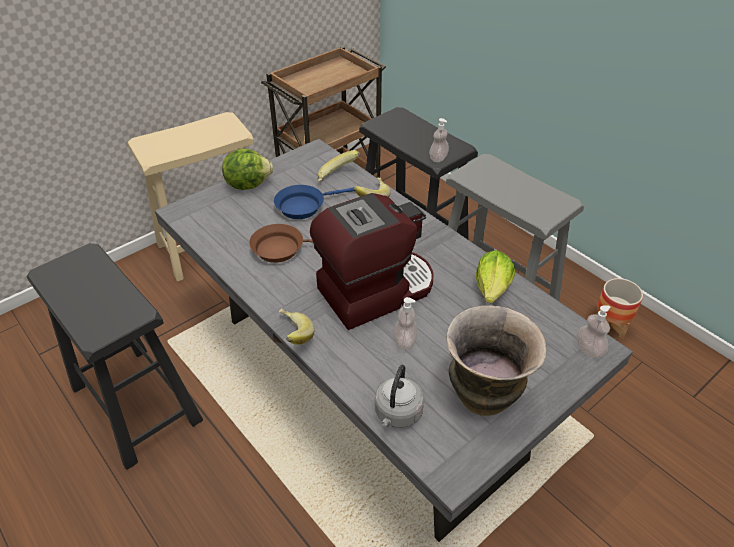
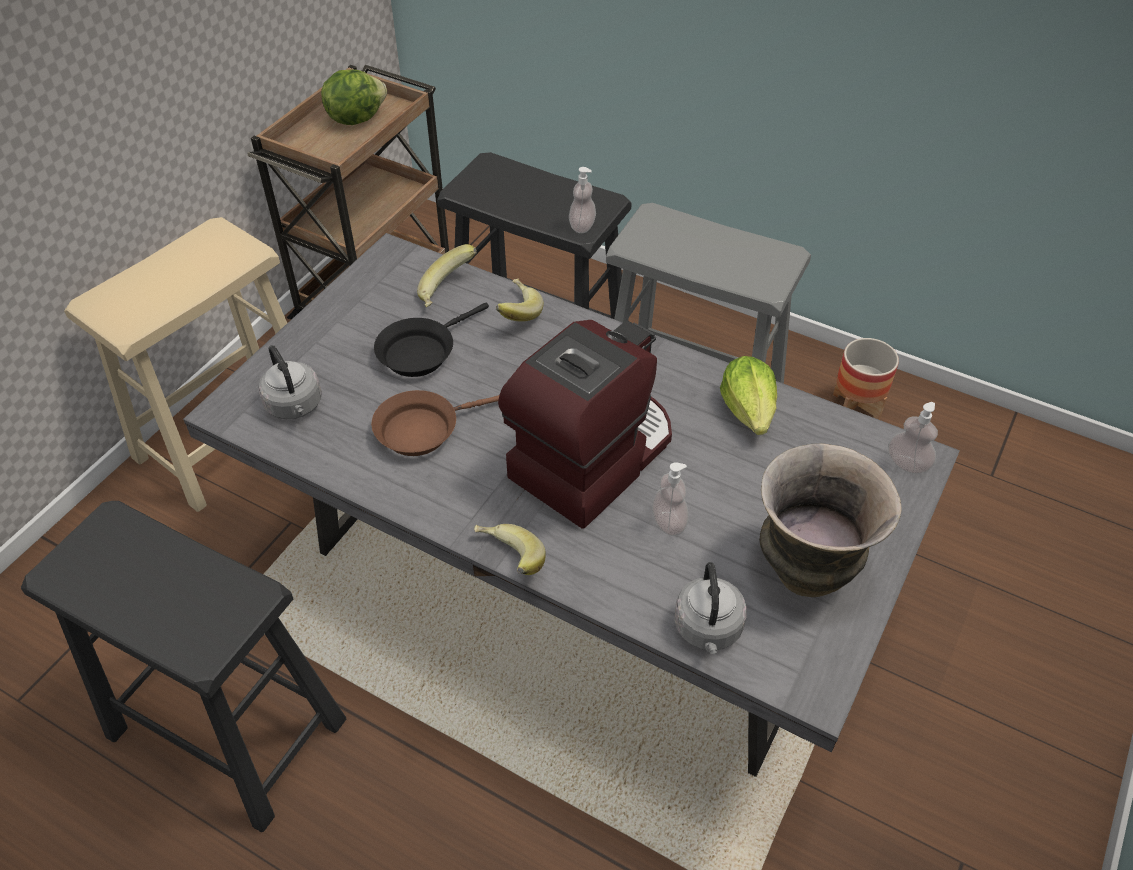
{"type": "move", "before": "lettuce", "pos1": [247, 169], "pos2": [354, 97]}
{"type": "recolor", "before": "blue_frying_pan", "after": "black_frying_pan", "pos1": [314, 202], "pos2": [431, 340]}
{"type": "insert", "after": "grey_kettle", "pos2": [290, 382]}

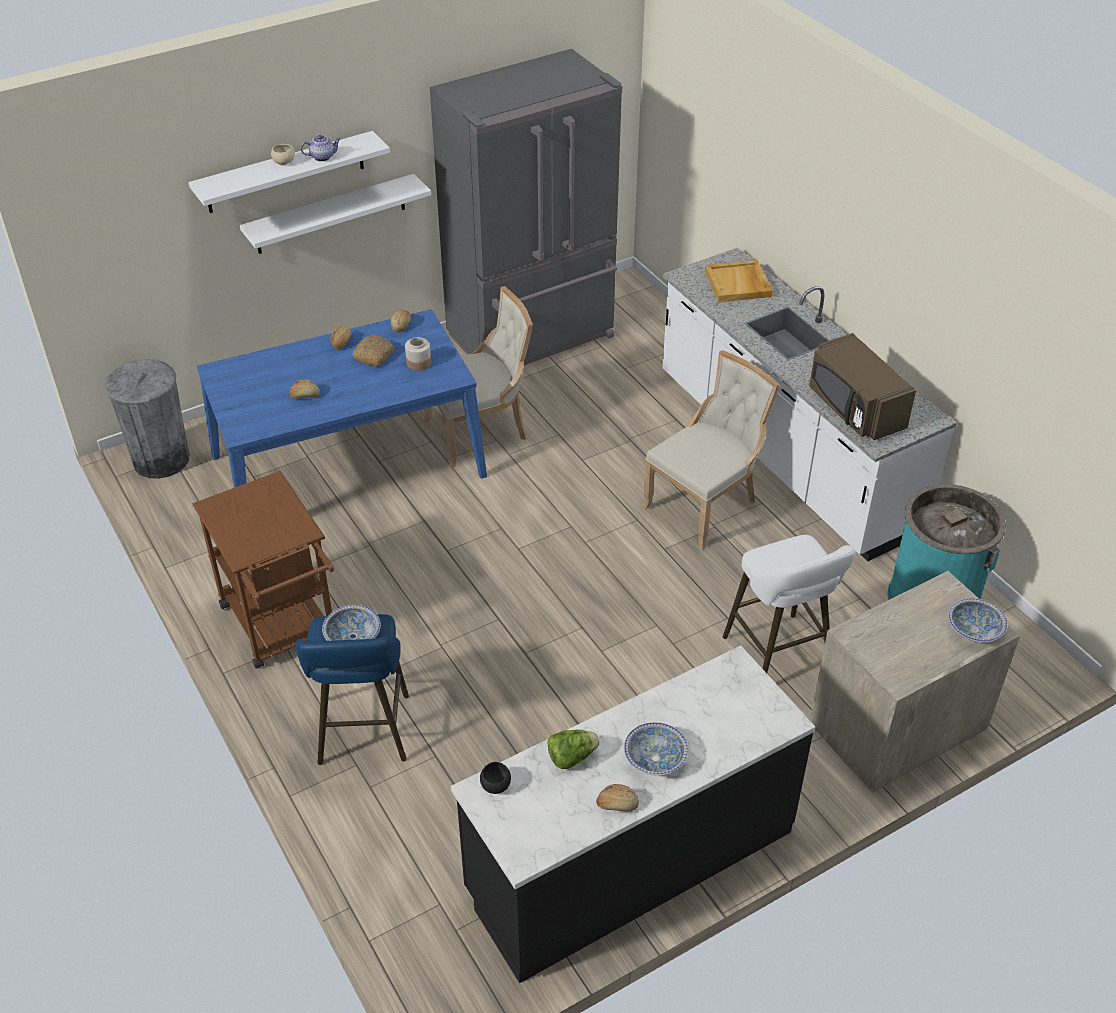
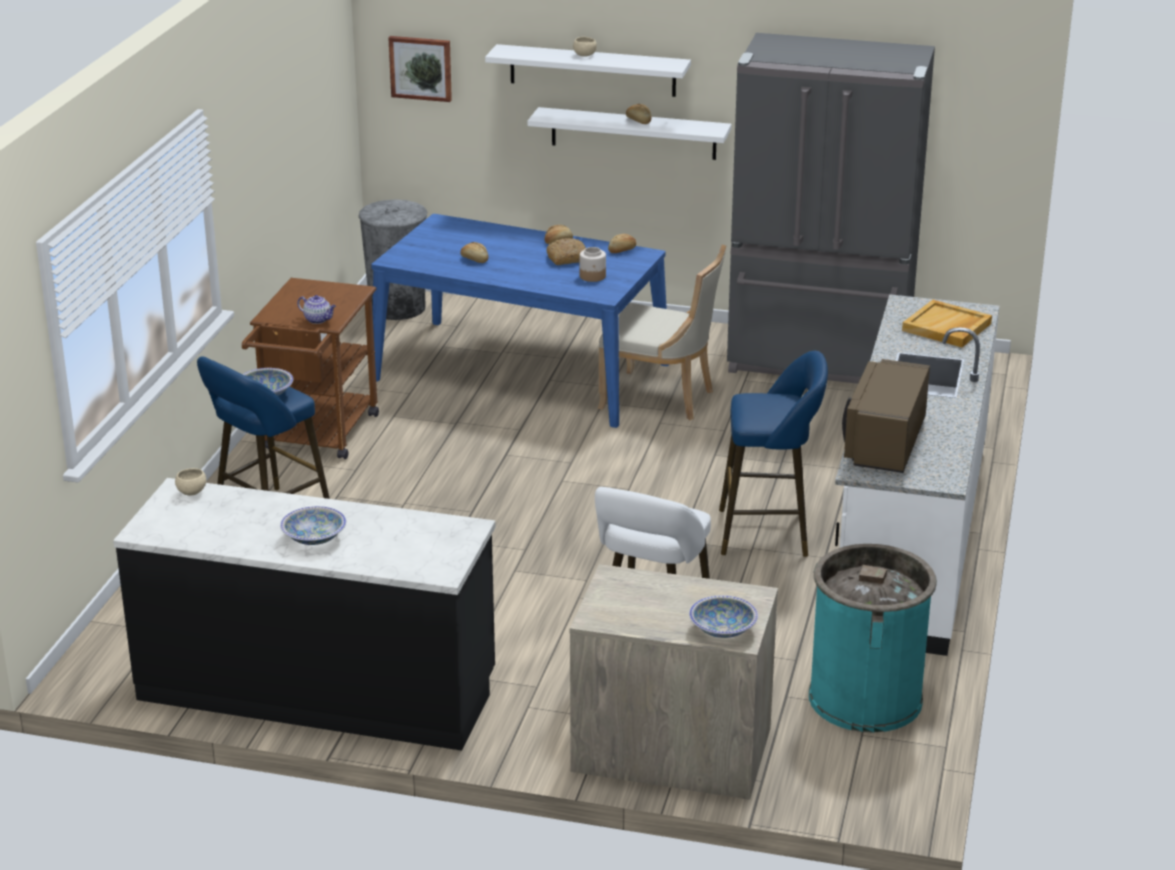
{"type": "move", "before": "teapot", "pos1": [321, 148], "pos2": [316, 309]}
{"type": "recolor", "before": "black_bowl", "after": "beige_bowl", "pos1": [495, 778], "pos2": [190, 482]}
{"type": "delete", "before": "lettuce", "pos1": [573, 749]}
{"type": "move", "before": "bread", "pos1": [617, 797], "pos2": [639, 114]}
{"type": "replace", "before": "beige_chair", "after": "blue_stool", "pos1": [710, 450], "pos2": [773, 454]}
{"type": "insert", "after": "picture", "pos2": [420, 69]}

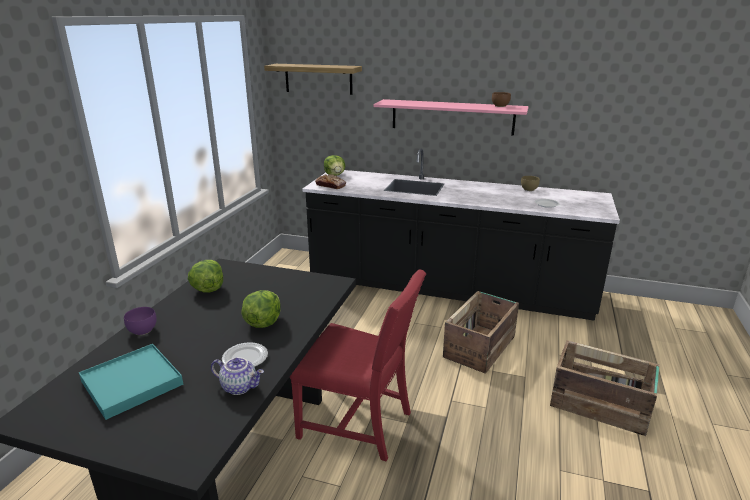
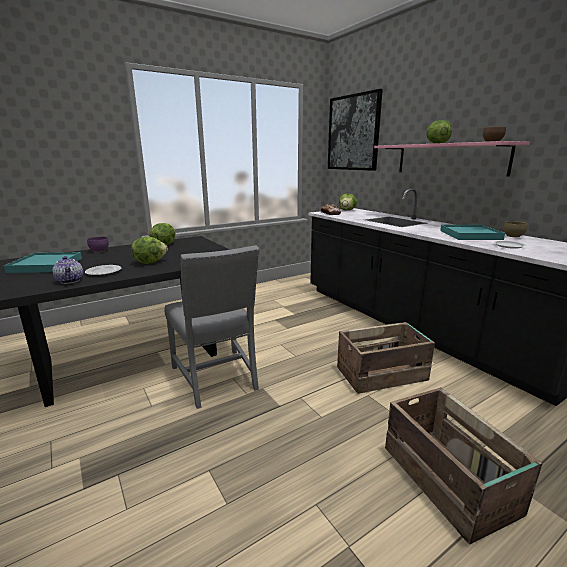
{"type": "replace", "before": "shelf", "after": "picture", "pos1": [313, 79], "pos2": [355, 130]}
{"type": "recolor", "before": "red_chair", "after": "grey_chair", "pos1": [358, 365], "pos2": [211, 327]}
{"type": "insert", "after": "lettuce", "pos2": [439, 132]}
{"type": "insert", "after": "turquoise_tray", "pos2": [472, 232]}

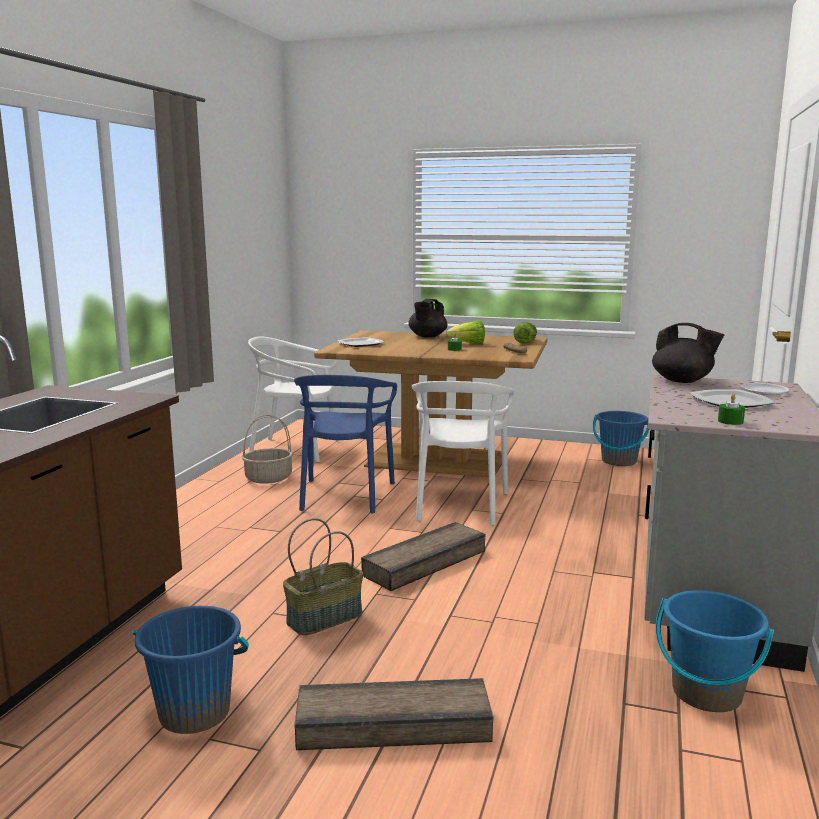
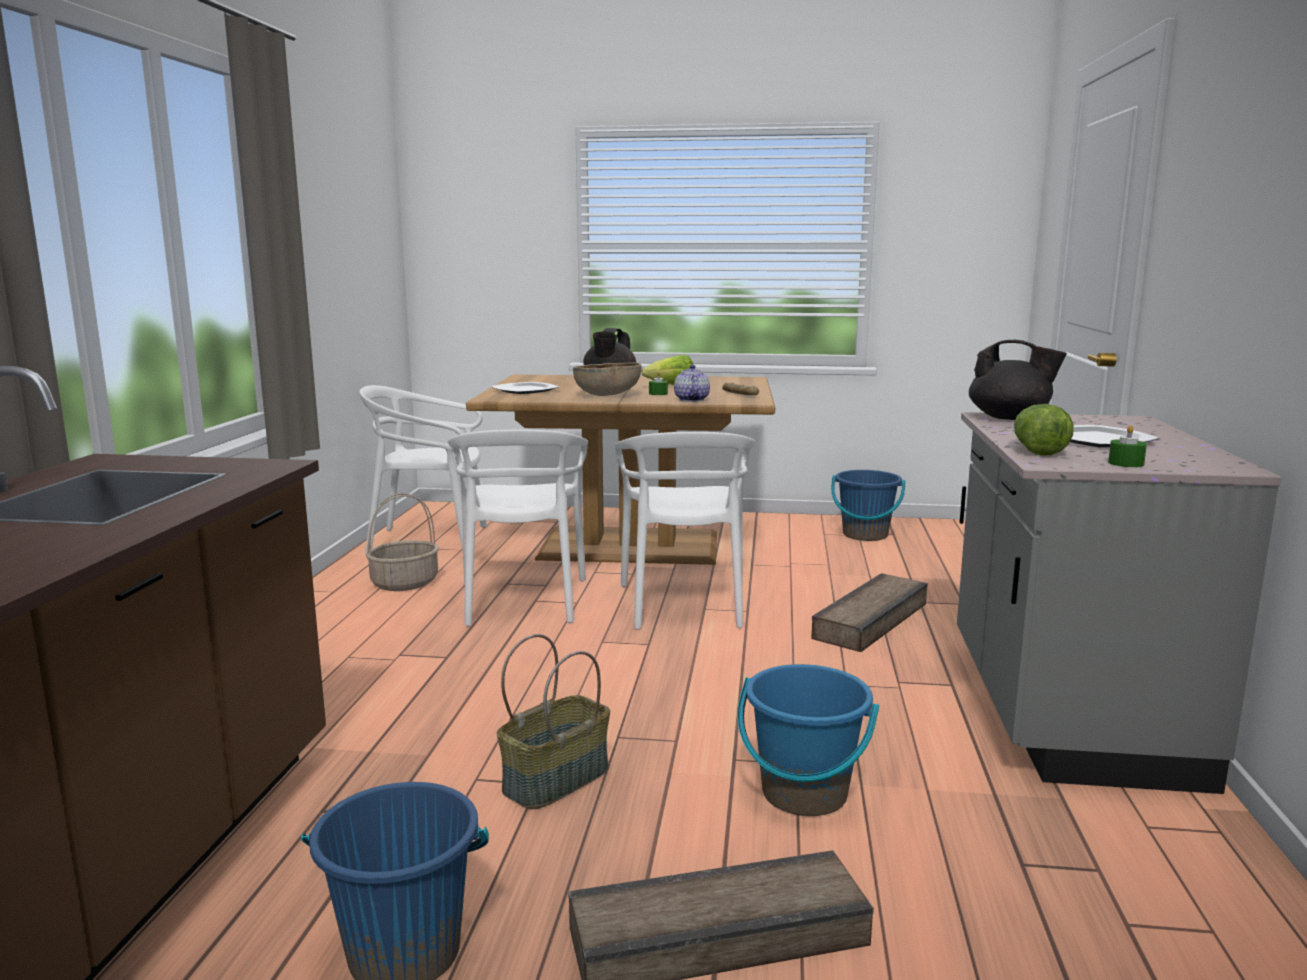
{"type": "recolor", "before": "blue_chair", "after": "white_chair", "pos1": [345, 444], "pos2": [518, 528]}
{"type": "move", "before": "crate", "pos1": [423, 556], "pos2": [869, 612]}
{"type": "move", "before": "lettuce", "pos1": [525, 333], "pos2": [1044, 429]}
{"type": "move", "before": "blue_bucket", "pos1": [714, 651], "pos2": [808, 740]}
{"type": "delete", "before": "white_plate", "pos1": [765, 389]}
{"type": "insert", "after": "brown_bowl", "pos2": [607, 379]}
{"type": "insert", "after": "teapot", "pos2": [692, 383]}

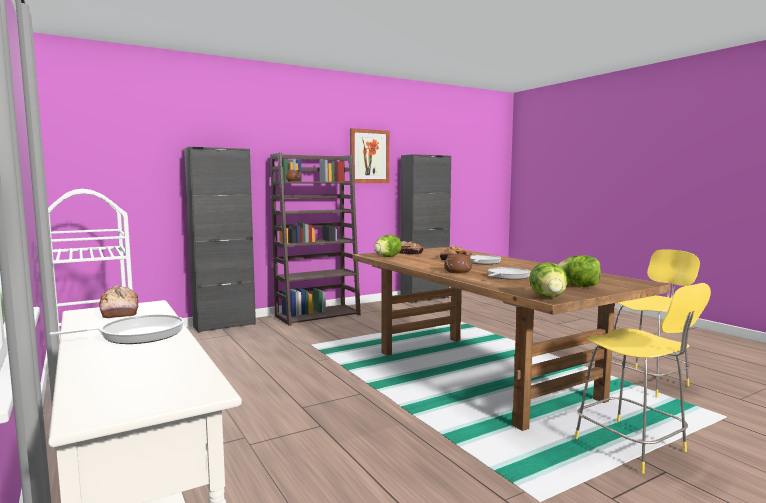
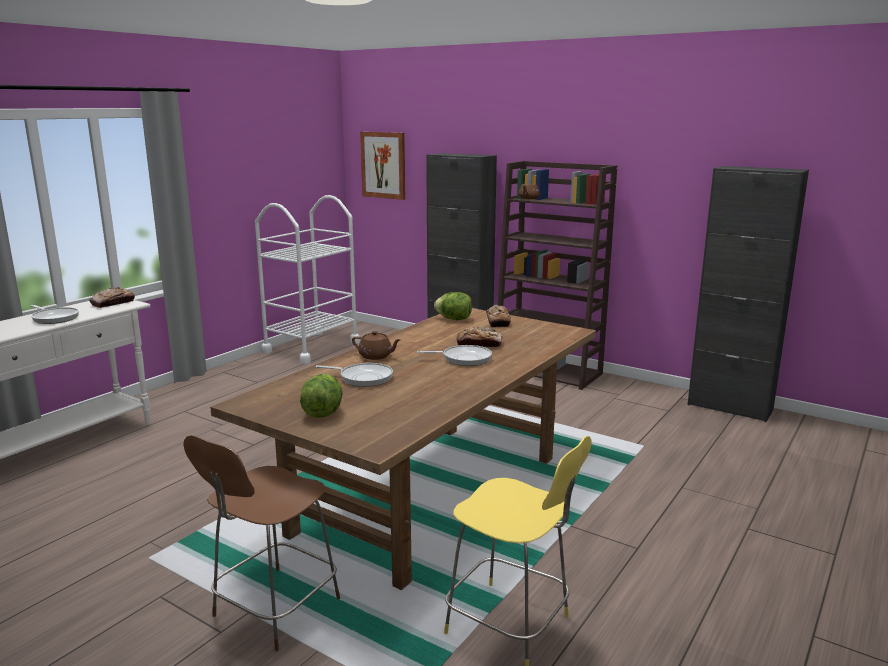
{"type": "move", "before": "picture", "pos1": [369, 155], "pos2": [383, 166]}
{"type": "delete", "before": "lettuce", "pos1": [548, 280]}
{"type": "recolor", "before": "yellow_stool", "after": "brown_stool", "pos1": [643, 378], "pos2": [261, 543]}

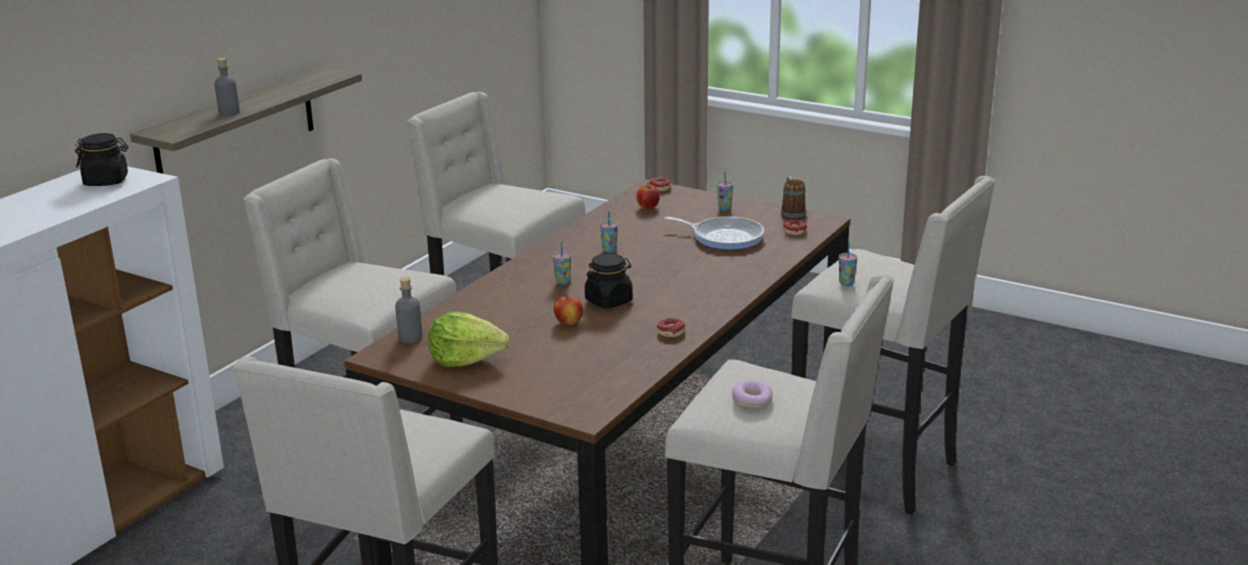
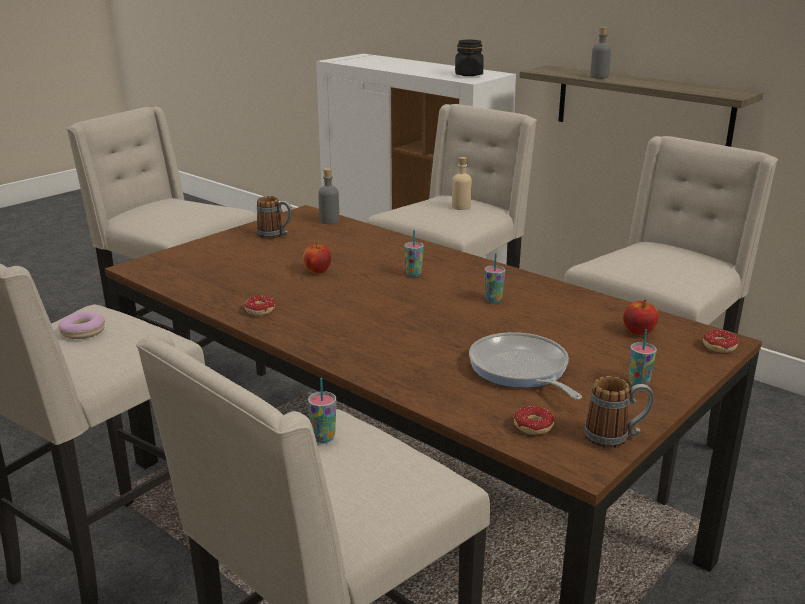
{"type": "replace", "before": "lettuce", "after": "mug", "pos1": [468, 339], "pos2": [274, 217]}
{"type": "delete", "before": "black_jar", "pos1": [609, 281]}
{"type": "rotate", "before": "frying_pan", "pos1": [714, 233], "pos2": [525, 366], "turn": 120}
{"type": "insert", "after": "beige_bottle", "pos2": [462, 183]}

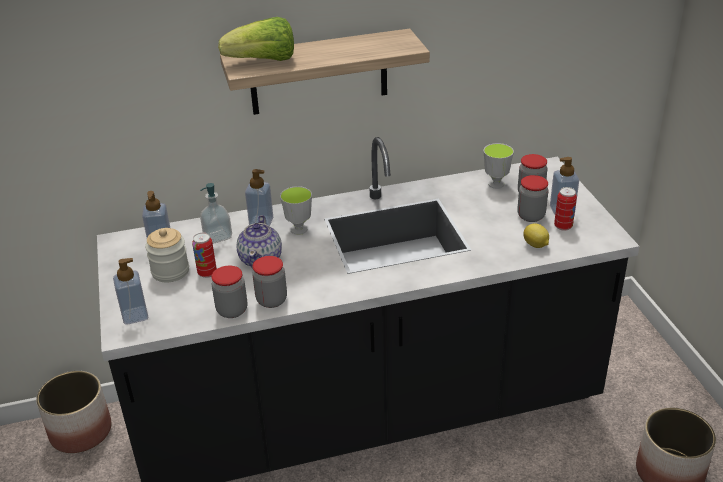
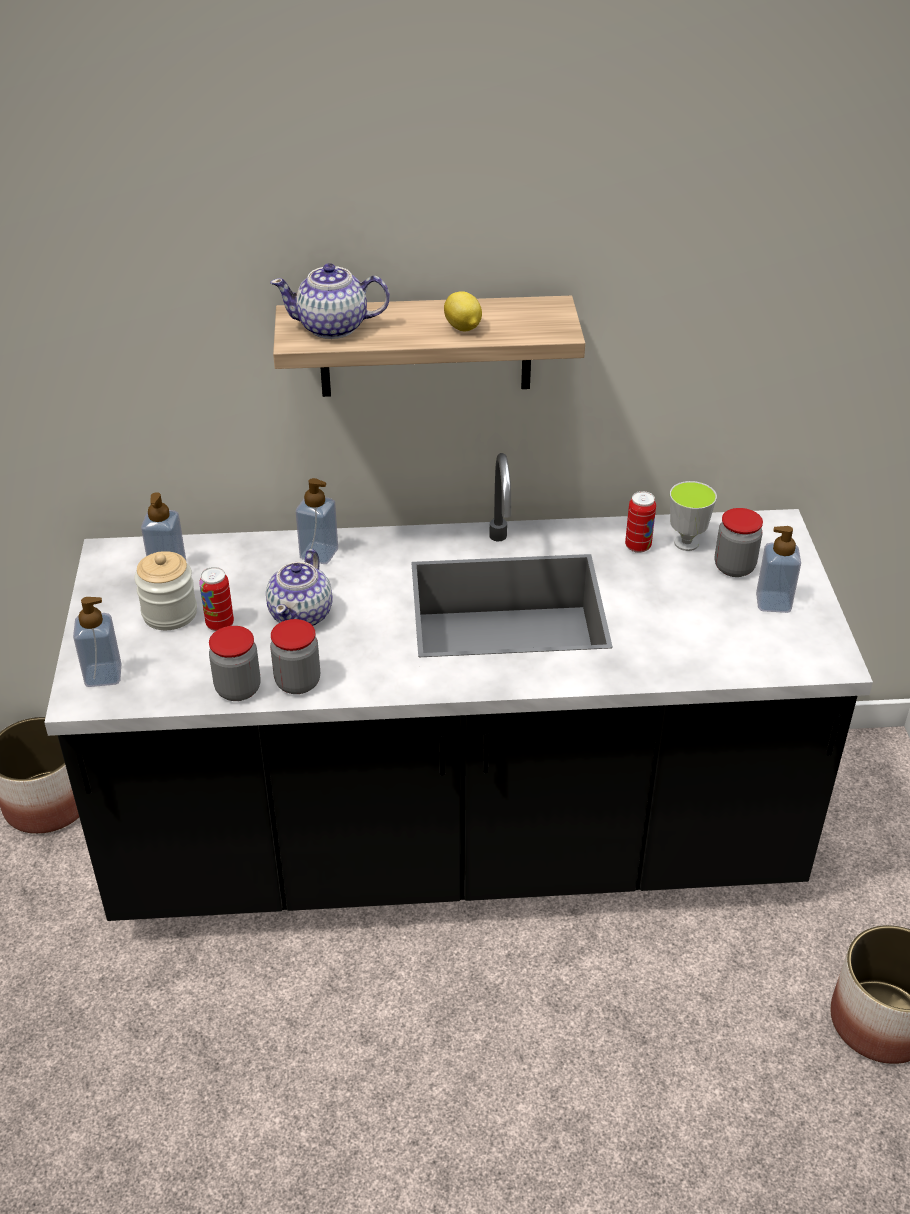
{"type": "delete", "before": "soap_dispenser", "pos1": [216, 213]}
{"type": "replace", "before": "lettuce", "after": "teapot", "pos1": [256, 39], "pos2": [330, 301]}
{"type": "delete", "before": "cup", "pos1": [296, 210]}
{"type": "delete", "before": "jar", "pos1": [532, 198]}
{"type": "move", "before": "lemon", "pos1": [536, 235], "pos2": [463, 311]}
{"type": "move", "before": "can", "pos1": [565, 209], "pos2": [640, 522]}

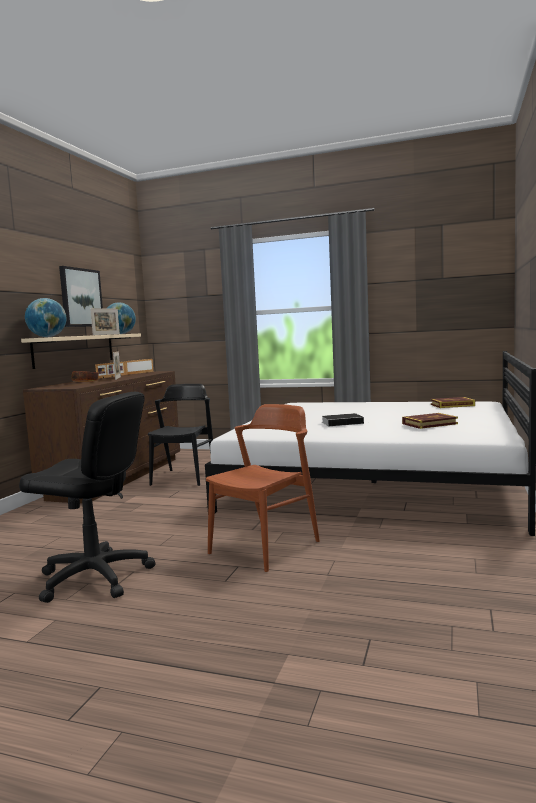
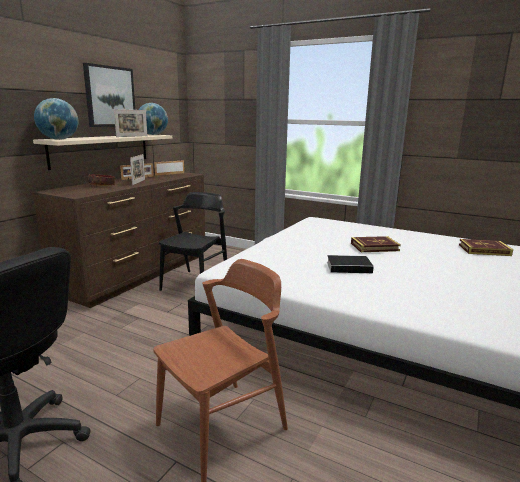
{"type": "move", "before": "book", "pos1": [430, 421], "pos2": [376, 244]}

